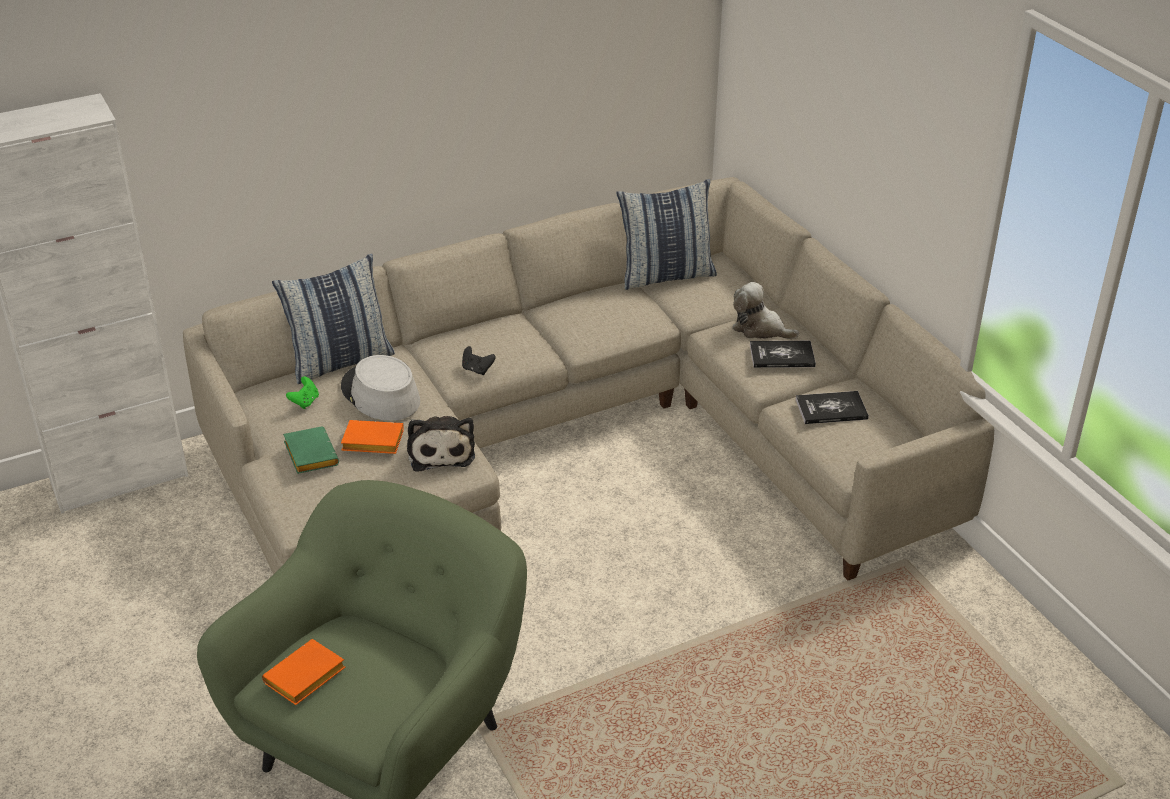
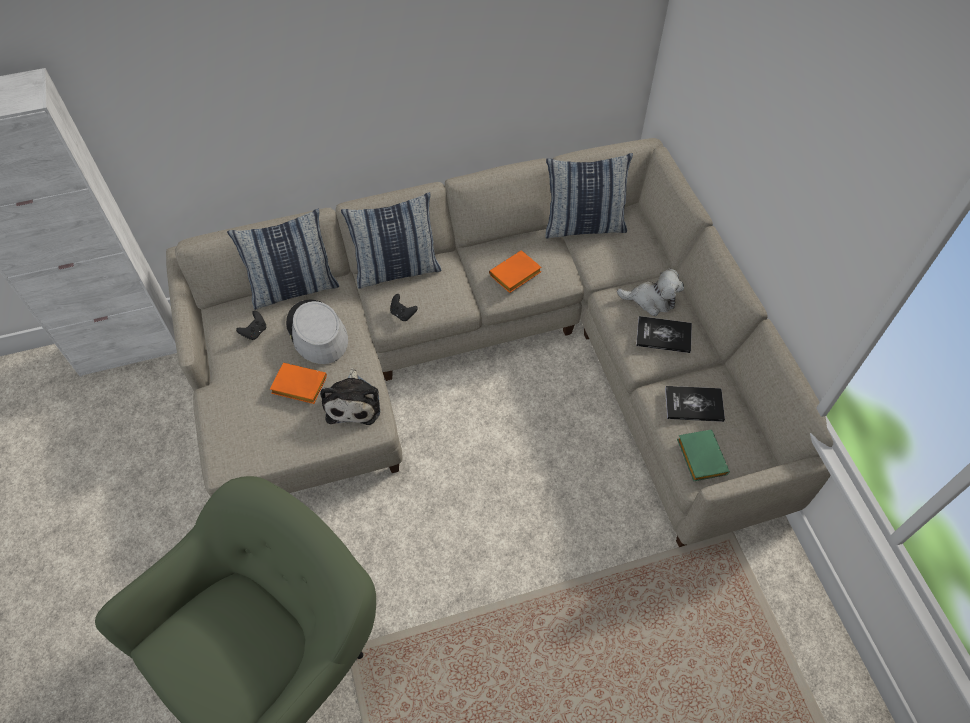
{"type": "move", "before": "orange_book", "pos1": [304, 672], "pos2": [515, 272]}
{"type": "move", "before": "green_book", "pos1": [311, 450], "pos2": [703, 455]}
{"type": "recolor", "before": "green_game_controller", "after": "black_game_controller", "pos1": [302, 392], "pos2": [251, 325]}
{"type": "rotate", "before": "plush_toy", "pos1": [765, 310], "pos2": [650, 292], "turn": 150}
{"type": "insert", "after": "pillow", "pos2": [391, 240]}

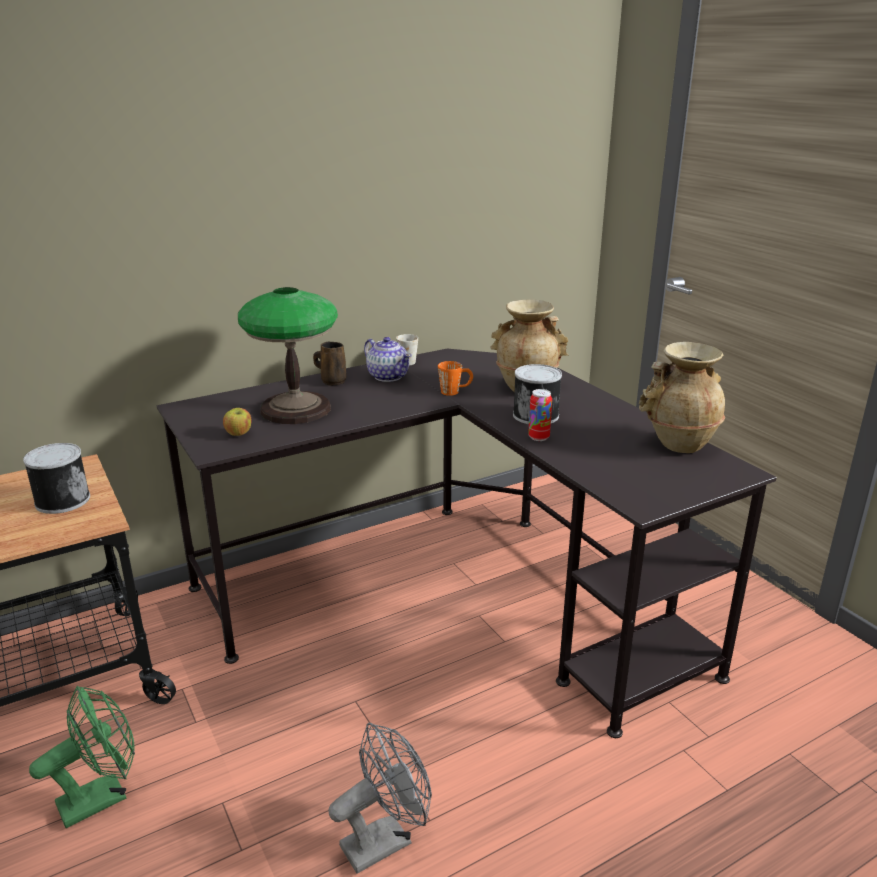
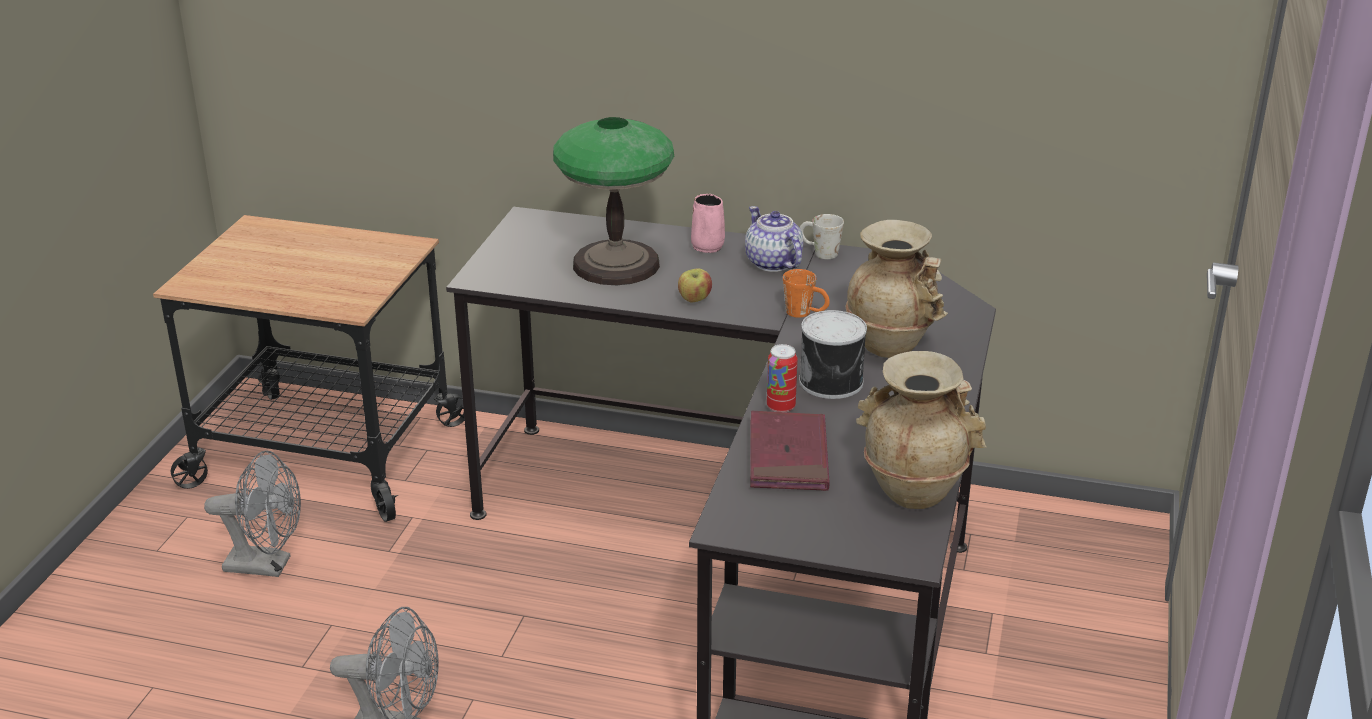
{"type": "delete", "before": "can", "pos1": [56, 478]}
{"type": "recolor", "before": "green_fan", "after": "grey_fan", "pos1": [82, 757], "pos2": [252, 513]}
{"type": "move", "before": "apple", "pos1": [237, 422], "pos2": [695, 285]}
{"type": "recolor", "before": "brown_mug", "after": "pink_mug", "pos1": [329, 363], "pos2": [708, 223]}
{"type": "rotate", "before": "teapot", "pos1": [388, 359], "pos2": [774, 239], "turn": 150}
{"type": "insert", "after": "red_book", "pos2": [790, 451]}

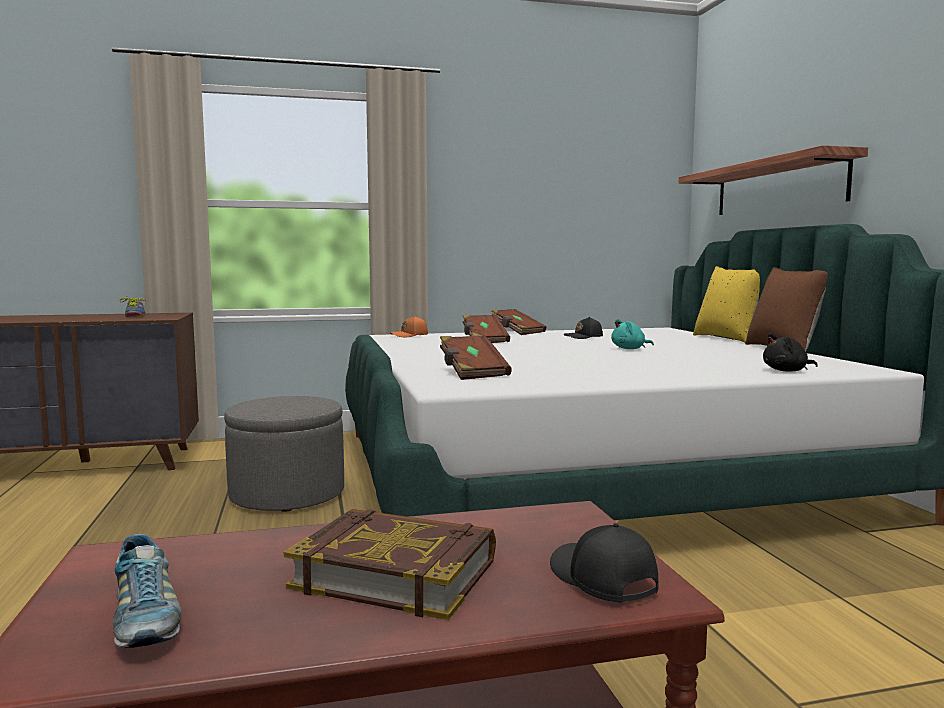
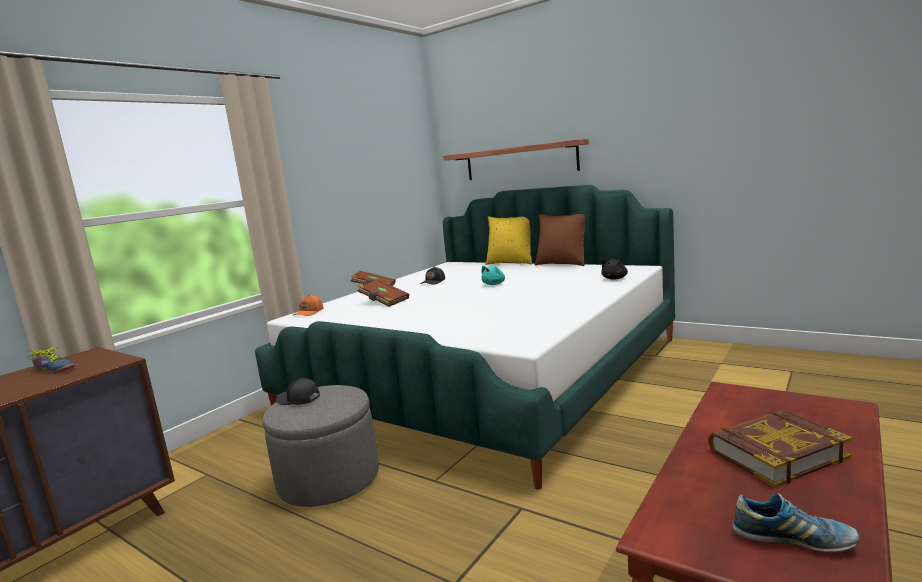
{"type": "delete", "before": "brown_book", "pos1": [476, 357]}
{"type": "move", "before": "black_cap", "pos1": [604, 563], "pos2": [298, 391]}

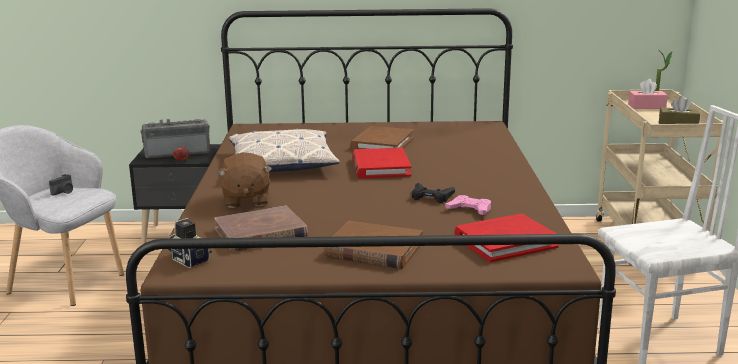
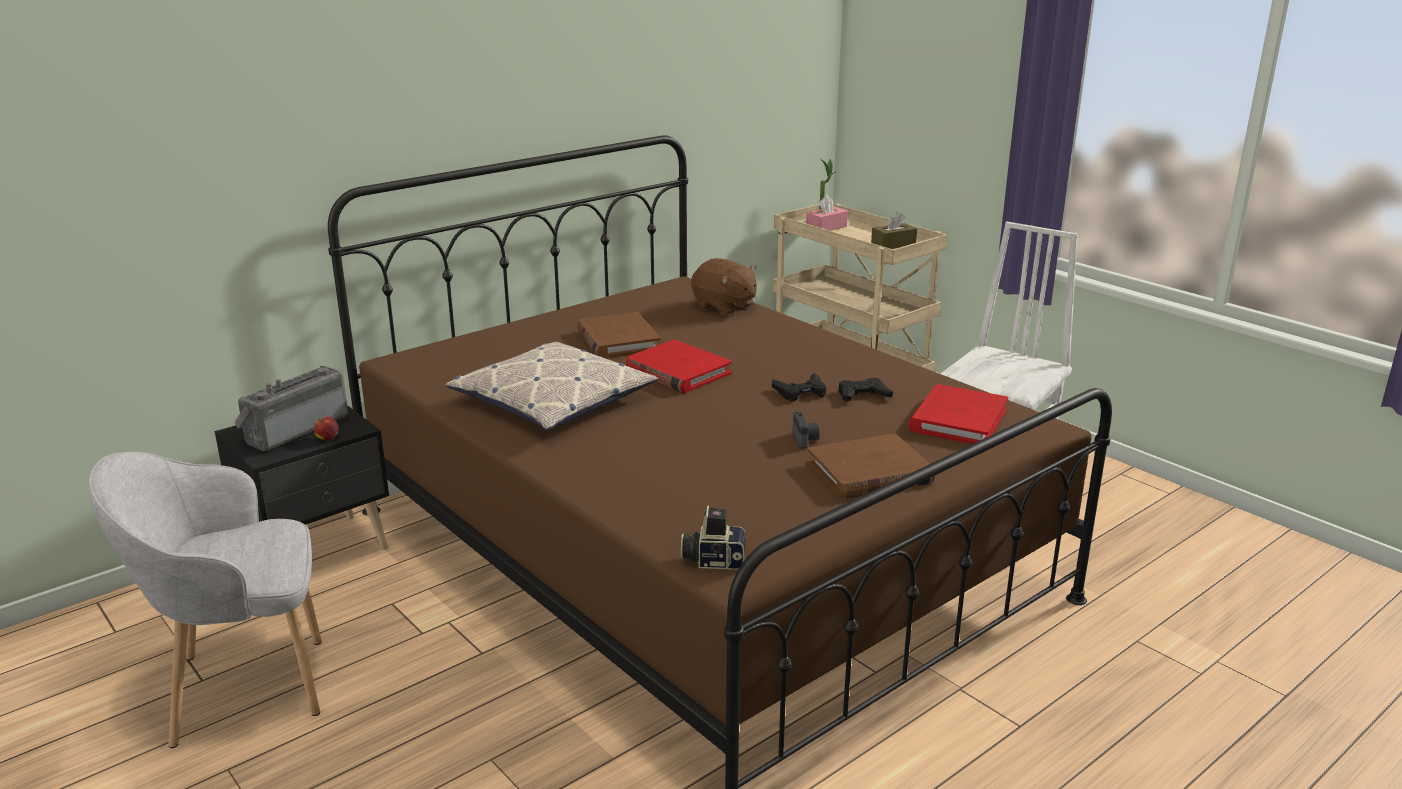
{"type": "move", "before": "photo_camera", "pos1": [61, 184], "pos2": [806, 430]}
{"type": "delete", "before": "brown_book", "pos1": [261, 229]}
{"type": "move", "before": "brown_plush_toy", "pos1": [244, 180], "pos2": [724, 287]}
{"type": "recolor", "before": "pink_game_controller", "after": "black_game_controller", "pos1": [468, 205], "pos2": [866, 389]}

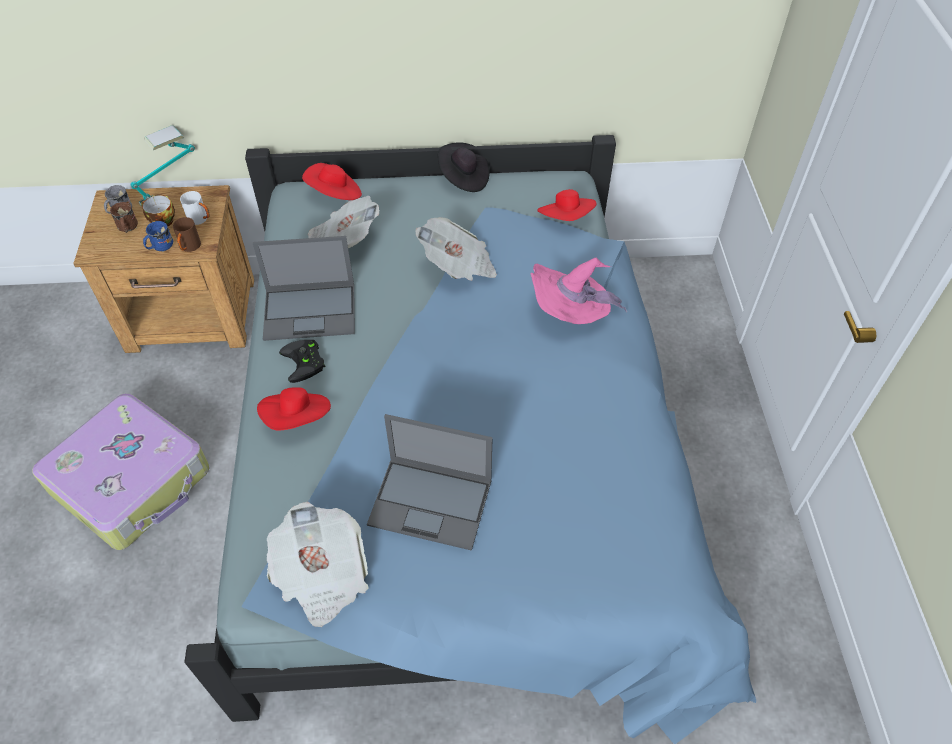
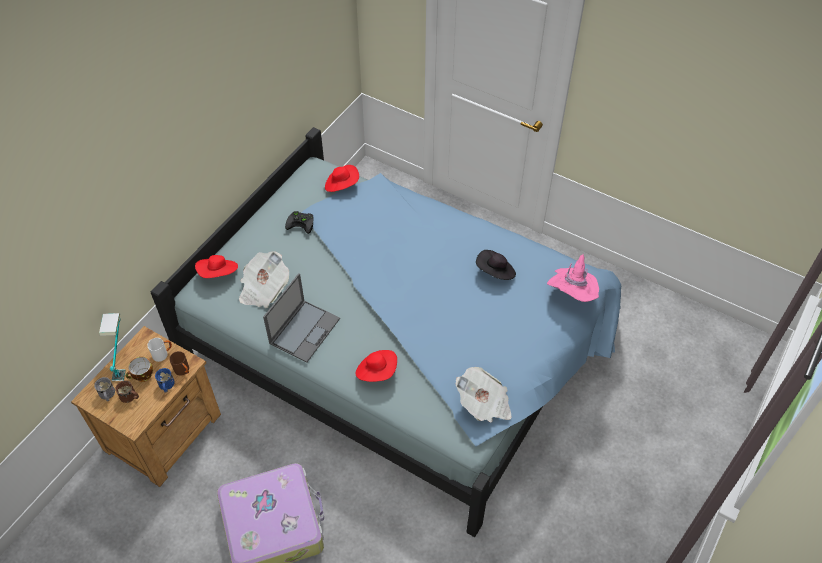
{"type": "move", "before": "black_game_controller", "pos1": [302, 361], "pos2": [299, 222]}
{"type": "delete", "before": "laptop", "pos1": [430, 482]}
{"type": "delete", "before": "newspaper", "pos1": [456, 249]}
{"type": "move", "before": "black_hat", "pos1": [464, 167], "pos2": [496, 265]}
{"type": "move", "before": "pink_hat", "pos1": [578, 291], "pos2": [573, 278]}

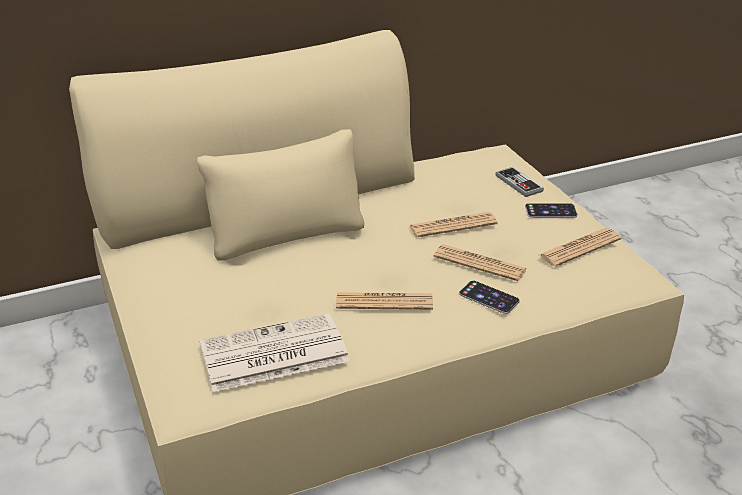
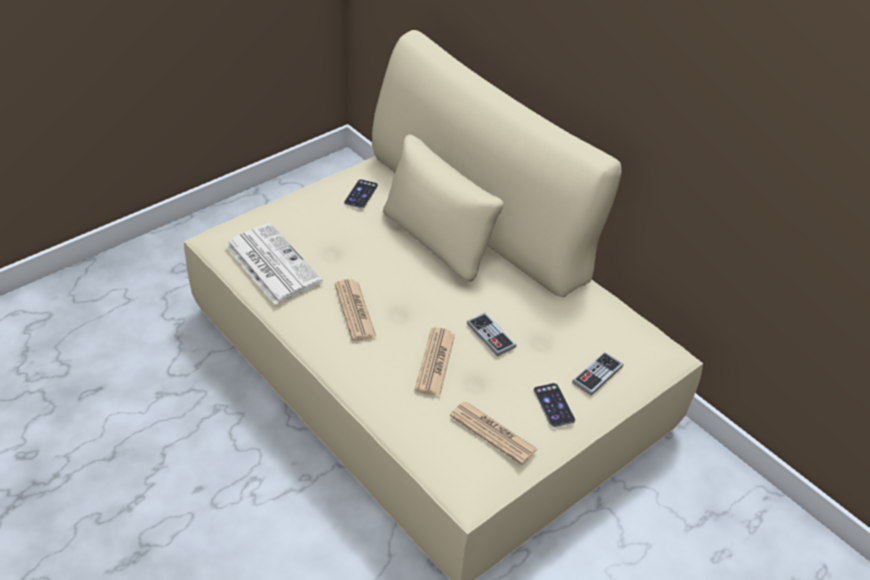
{"type": "replace", "before": "newspaper", "after": "game_controller", "pos1": [453, 224], "pos2": [491, 334]}
{"type": "move", "before": "phone", "pos1": [489, 297], "pos2": [361, 194]}

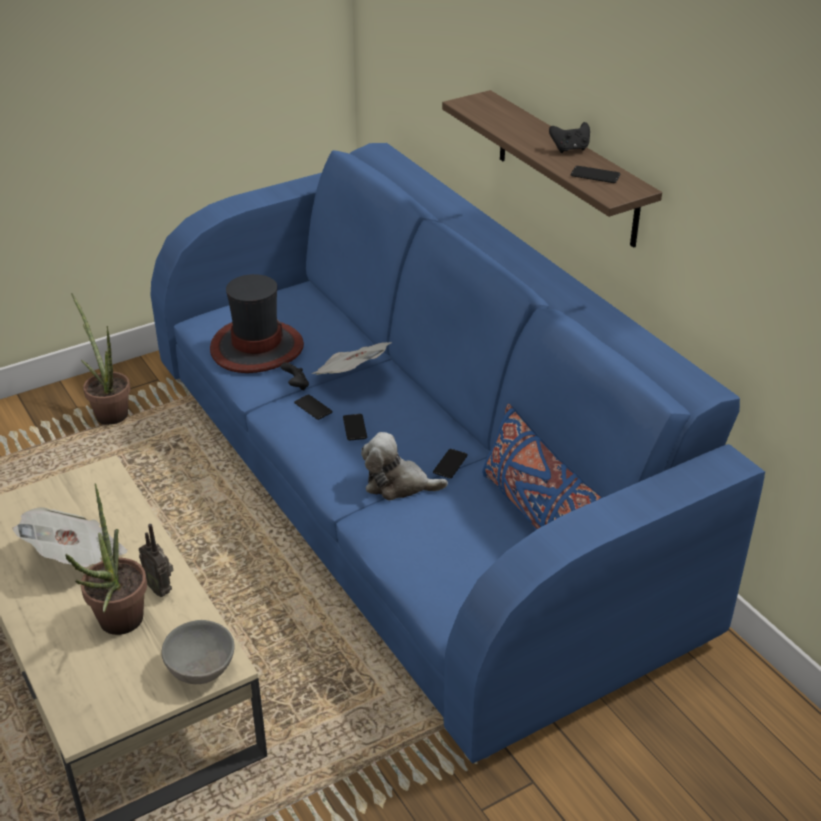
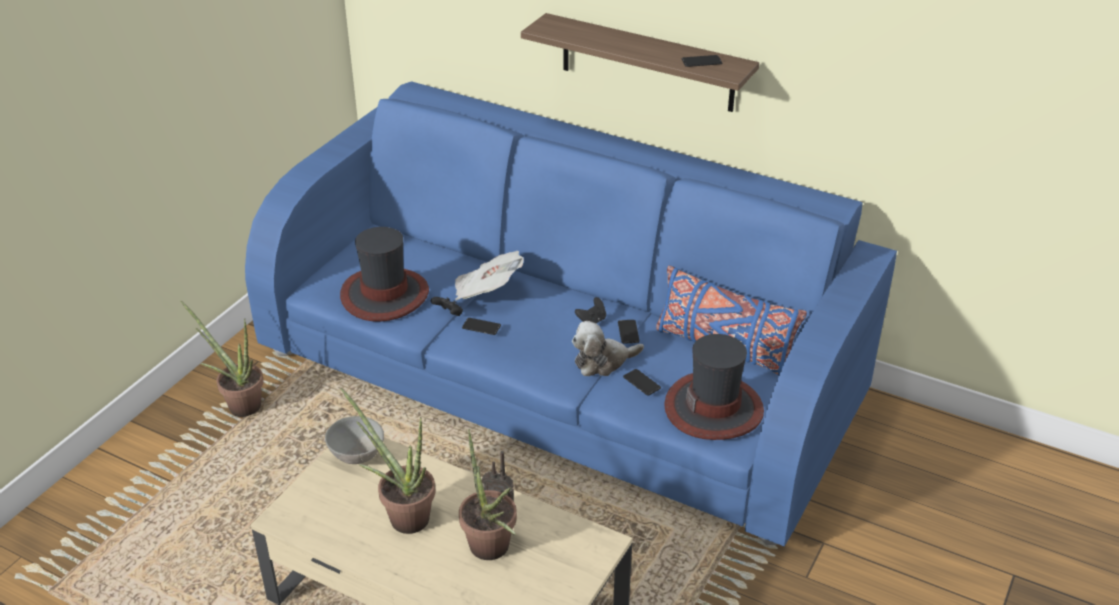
{"type": "replace", "before": "newspaper", "after": "potted_plant", "pos1": [70, 537], "pos2": [387, 461]}
{"type": "move", "before": "grey_bowl", "pos1": [198, 652], "pos2": [354, 440]}
{"type": "move", "before": "phone", "pos1": [355, 427], "pos2": [642, 382]}
{"type": "move", "before": "black_game_controller", "pos1": [569, 137], "pos2": [590, 310]}
{"type": "insert", "after": "hat", "pos2": [714, 387]}

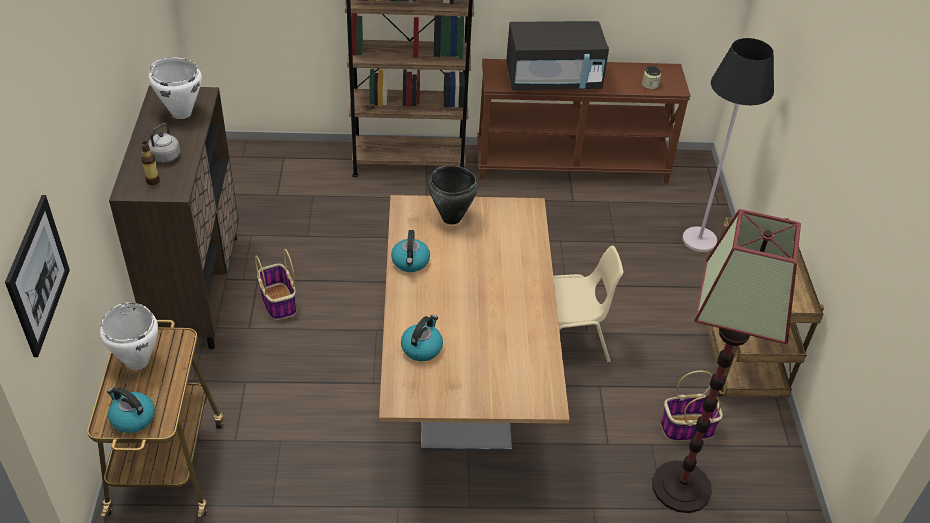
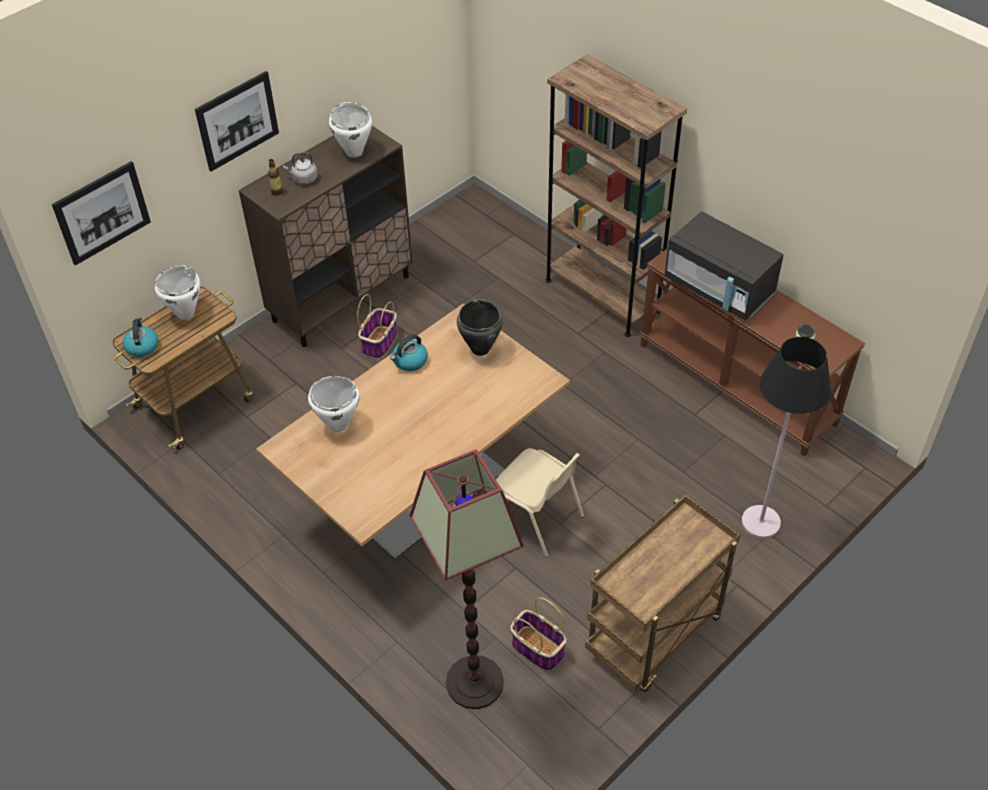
{"type": "replace", "before": "kettle", "after": "white_cooking_pot", "pos1": [422, 338], "pos2": [334, 404]}
{"type": "insert", "after": "picture", "pos2": [237, 121]}

